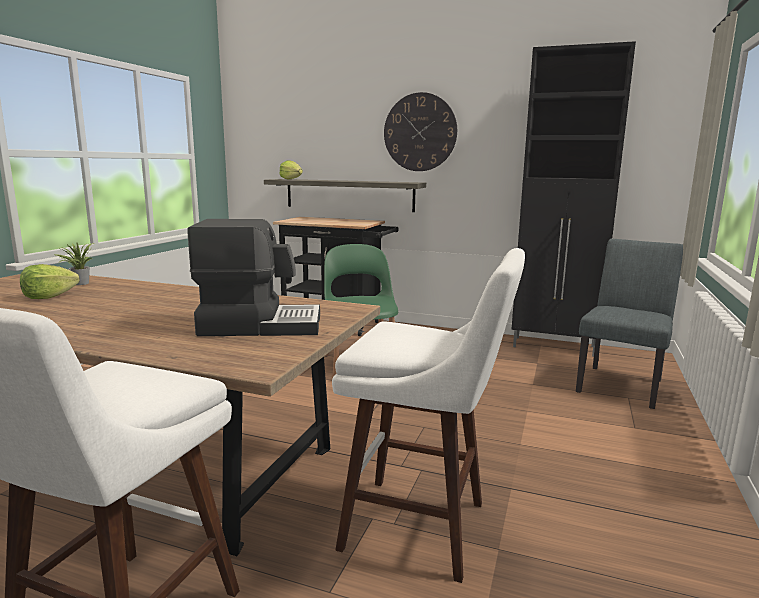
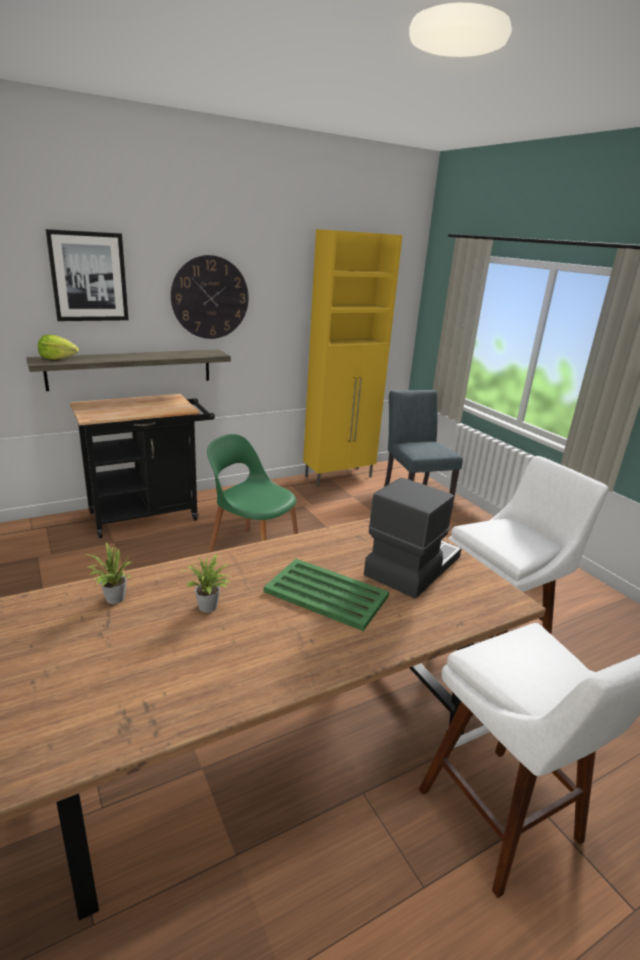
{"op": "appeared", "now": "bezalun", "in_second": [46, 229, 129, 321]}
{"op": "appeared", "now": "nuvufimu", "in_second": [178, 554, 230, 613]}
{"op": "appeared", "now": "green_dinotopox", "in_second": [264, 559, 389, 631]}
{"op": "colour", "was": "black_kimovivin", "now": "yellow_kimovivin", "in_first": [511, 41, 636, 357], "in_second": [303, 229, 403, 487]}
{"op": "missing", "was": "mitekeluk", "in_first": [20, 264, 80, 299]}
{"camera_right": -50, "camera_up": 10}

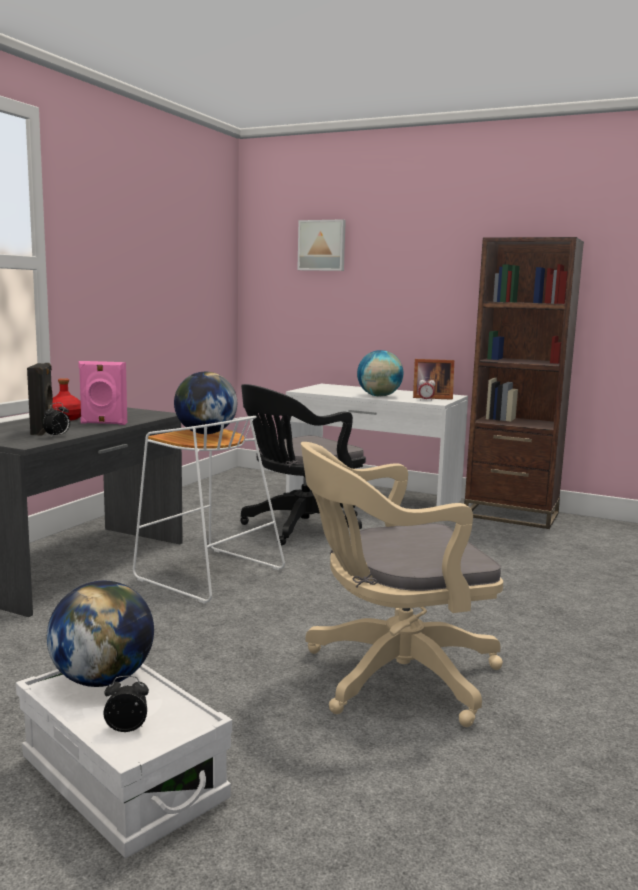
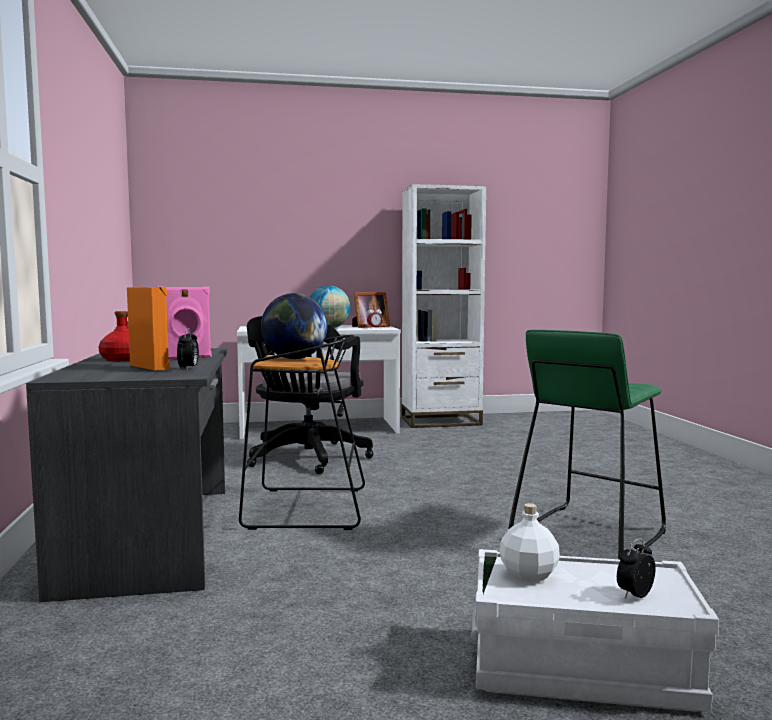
{"op": "colour", "was": "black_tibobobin", "now": "orange_tibobobin", "in_first": [27, 363, 53, 436], "in_second": [127, 287, 170, 370]}
{"op": "colour", "was": "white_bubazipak", "now": "black_bubazipak", "in_first": [133, 416, 285, 604], "in_second": [239, 335, 365, 530]}
{"op": "colour", "was": "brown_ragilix", "now": "white_ragilix", "in_first": [464, 237, 584, 529], "in_second": [402, 184, 486, 428]}
{"op": "exchanged", "was": "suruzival", "now": "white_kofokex", "in_first": [47, 581, 154, 687], "in_second": [499, 503, 560, 583]}
{"op": "exchanged", "was": "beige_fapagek", "now": "green_bubazipak", "in_first": [301, 442, 503, 727], "in_second": [508, 330, 666, 559]}
{"op": "missing", "was": "bezalun", "in_first": [297, 219, 346, 271]}
{"camera_right": -35, "camera_up": -5}

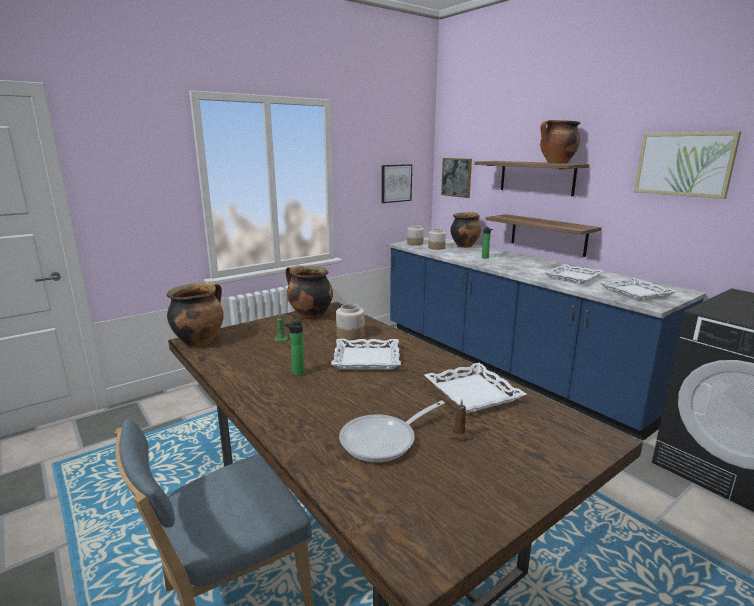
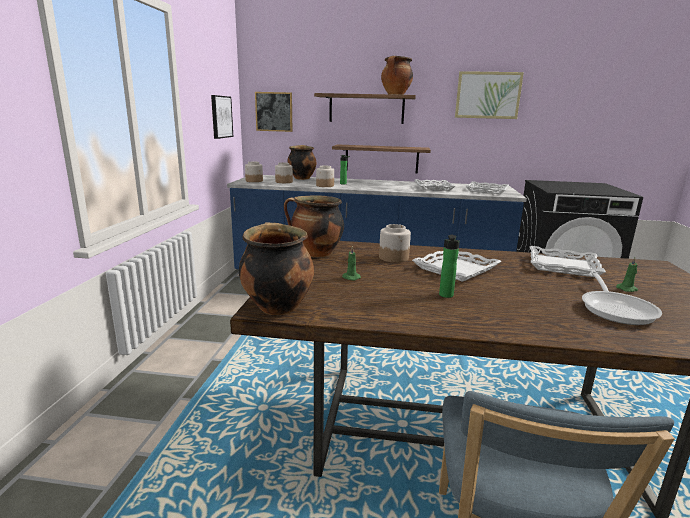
{"op": "appeared", "now": "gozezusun", "in_second": [316, 166, 334, 187]}
{"op": "colour", "was": "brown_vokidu", "now": "green_vokidu", "in_first": [448, 399, 473, 441], "in_second": [616, 257, 638, 292]}
{"camera_right": -45, "camera_up": 0}

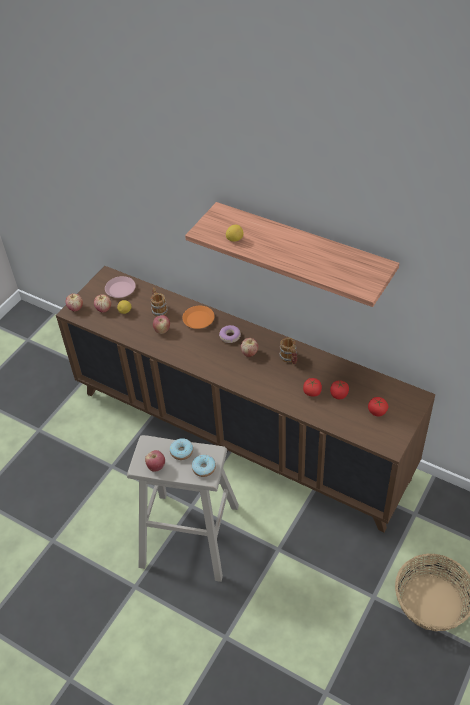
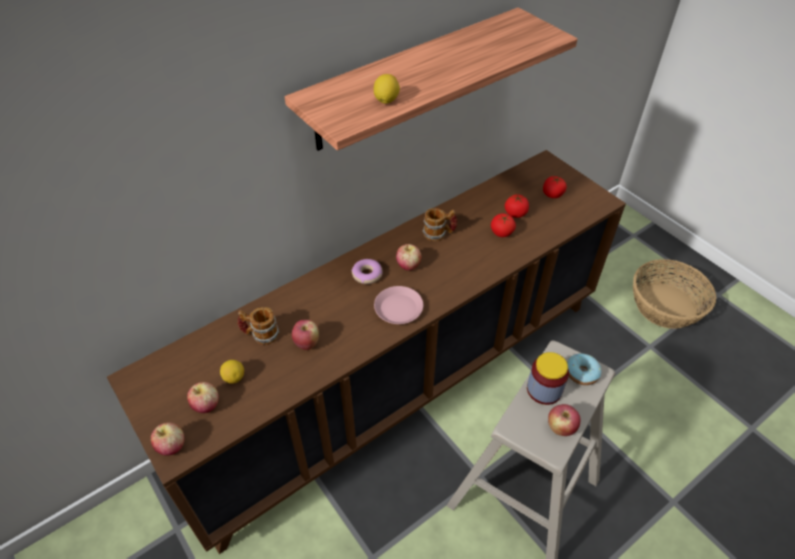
{"op": "relocated", "was": "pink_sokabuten", "in_first": [105, 276, 136, 298], "in_second": [374, 286, 423, 324]}
{"op": "exchanged", "was": "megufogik", "now": "gozezusun", "in_first": [170, 438, 193, 460], "in_second": [527, 352, 569, 405]}
{"op": "missing", "was": "orange_sokabuten", "in_first": [182, 306, 215, 329]}
{"camera_right": -70, "camera_up": 0}

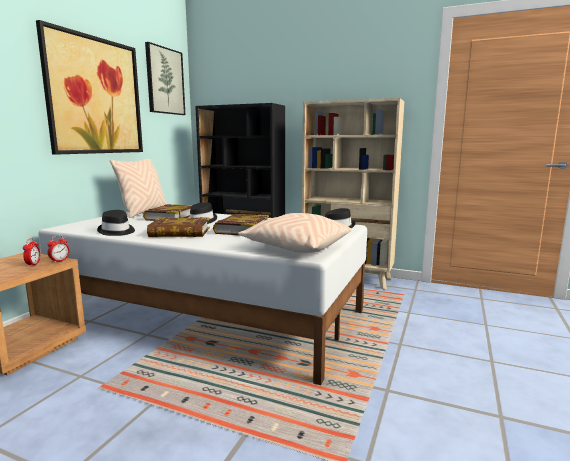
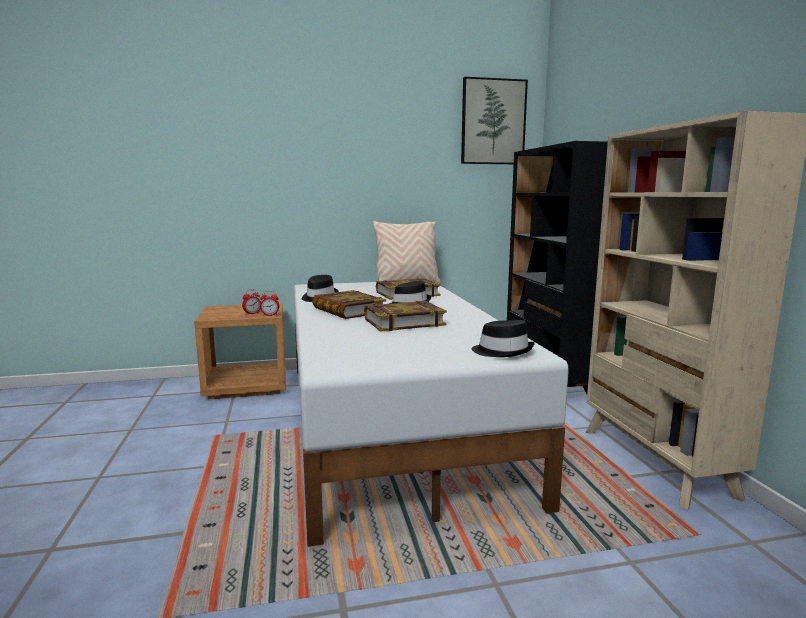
{"op": "missing", "was": "bezalun", "in_first": [36, 20, 143, 155]}
{"op": "missing", "was": "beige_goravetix", "in_first": [238, 213, 352, 253]}
{"camera_right": 55, "camera_up": 0}

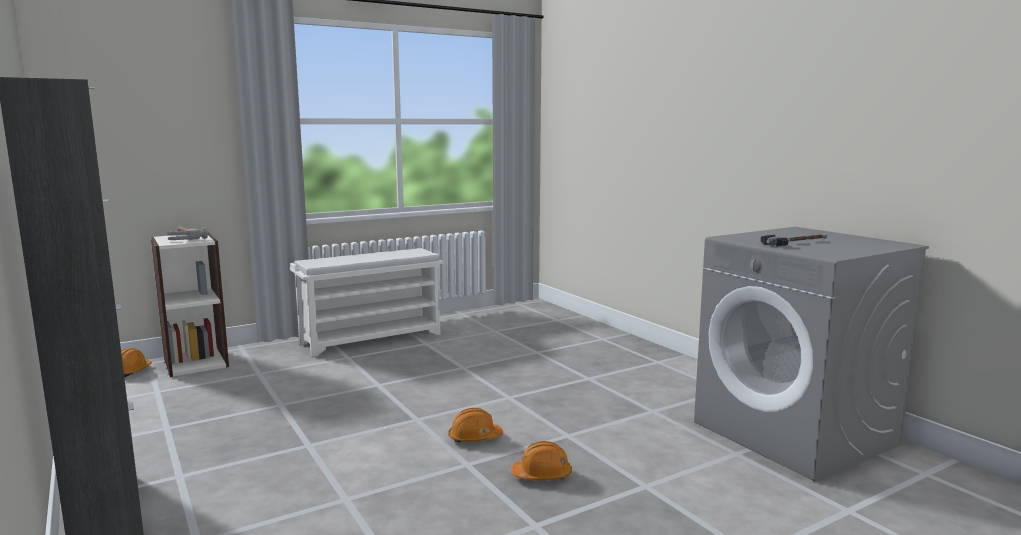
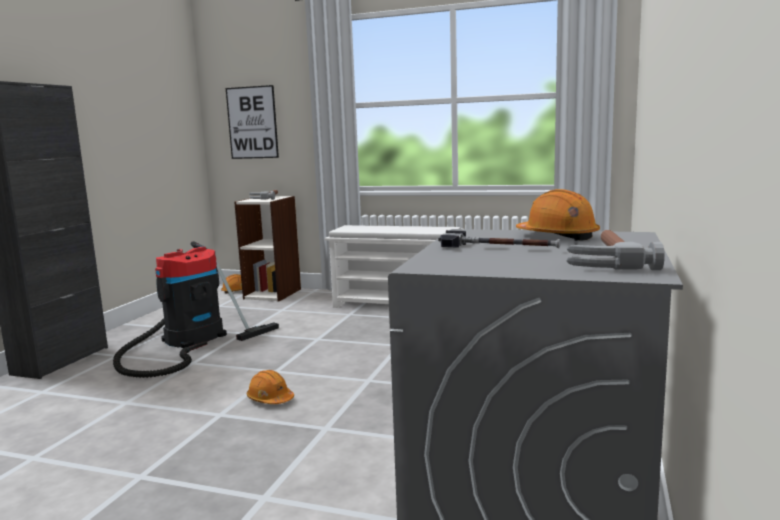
{"op": "appeared", "now": "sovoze", "in_second": [113, 241, 279, 378]}
{"op": "appeared", "now": "bezalun", "in_second": [226, 85, 279, 159]}
{"op": "relocated", "was": "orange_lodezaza", "in_first": [511, 441, 572, 481], "in_second": [516, 189, 600, 241]}
{"op": "appeared", "now": "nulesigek", "in_second": [566, 230, 665, 270]}
{"camera_right": 50, "camera_up": 0}

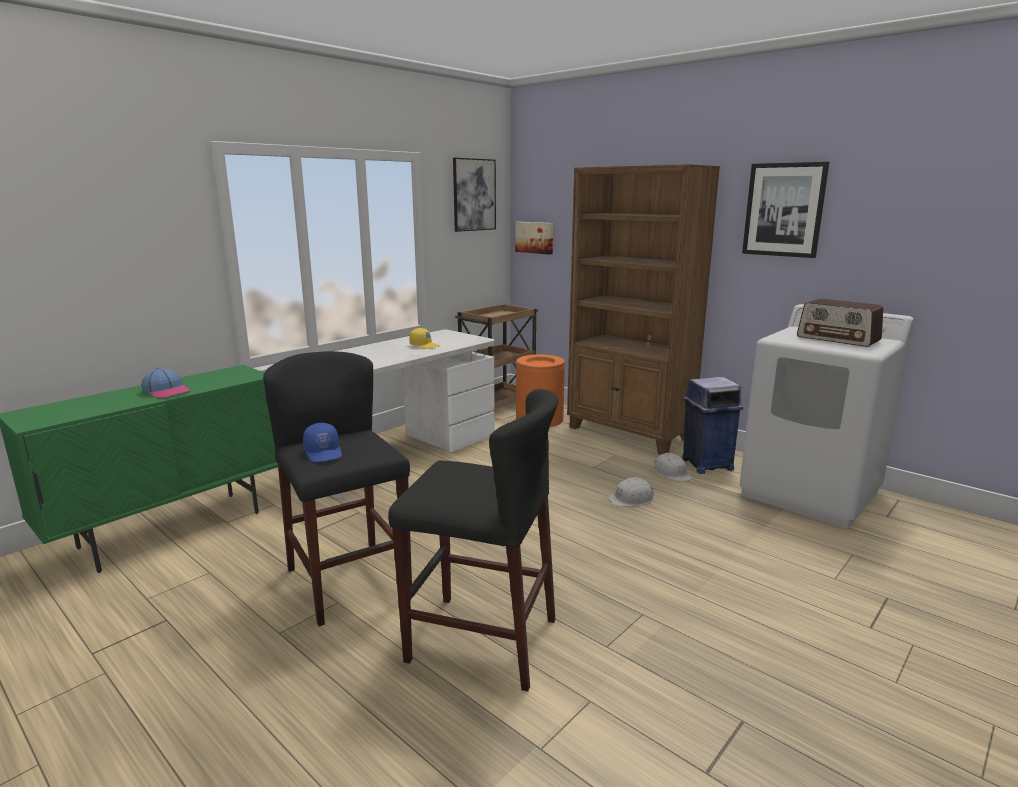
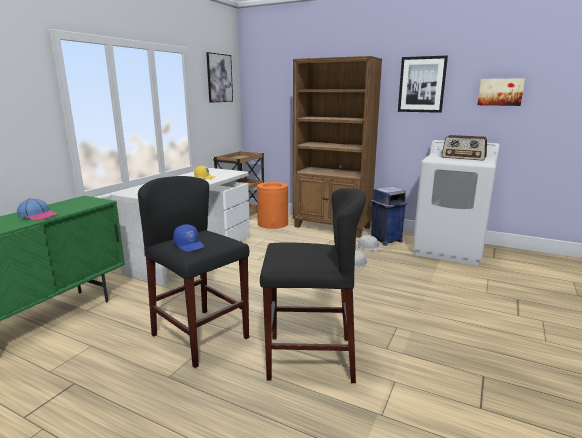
{"op": "relocated", "was": "bezalun", "in_first": [515, 222, 553, 255], "in_second": [478, 78, 525, 106]}
{"camera_right": -15, "camera_up": 0}

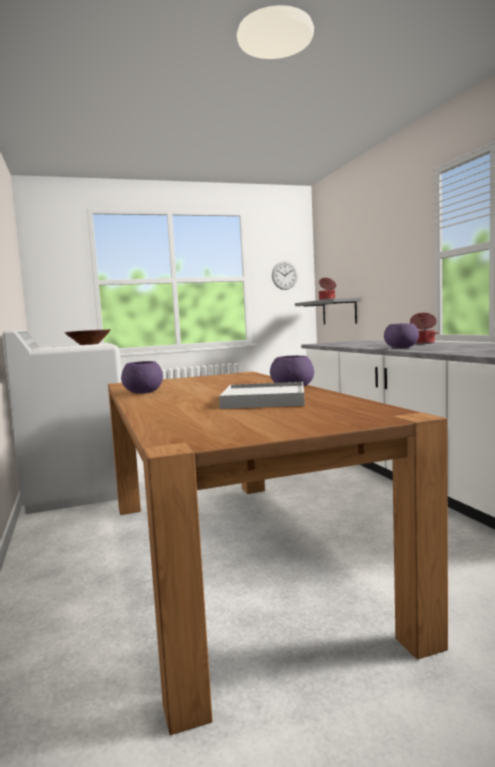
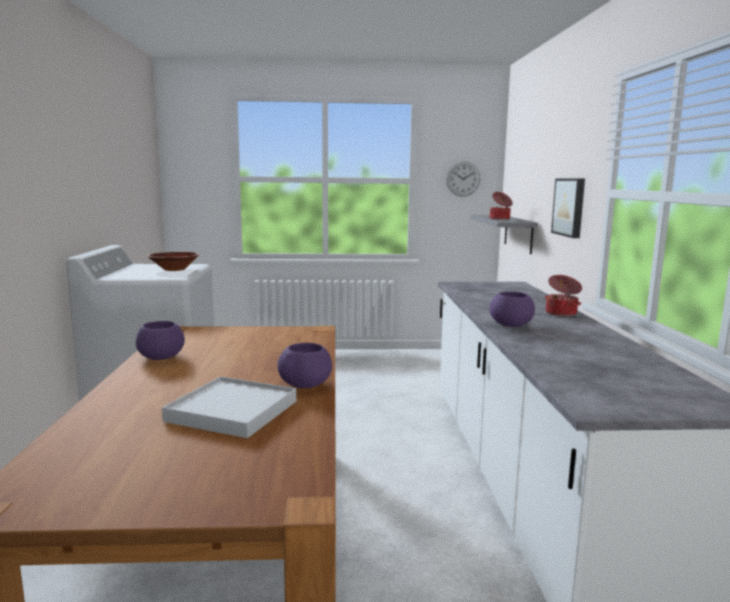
{"op": "appeared", "now": "bezalun", "in_second": [551, 179, 585, 238]}
{"camera_right": 15, "camera_up": 5}

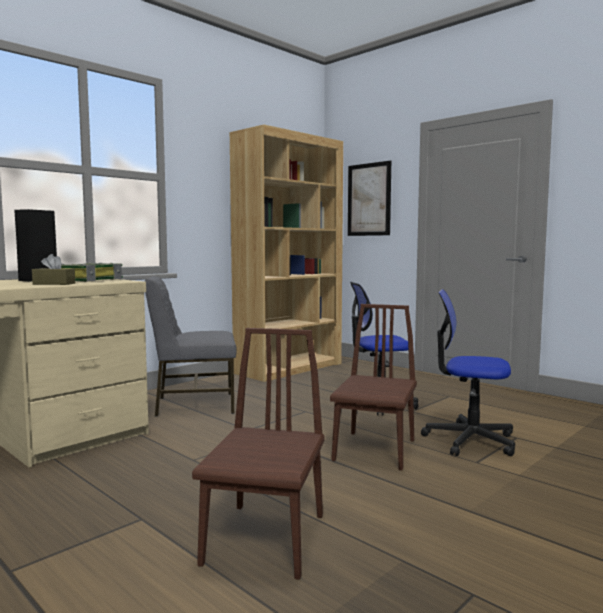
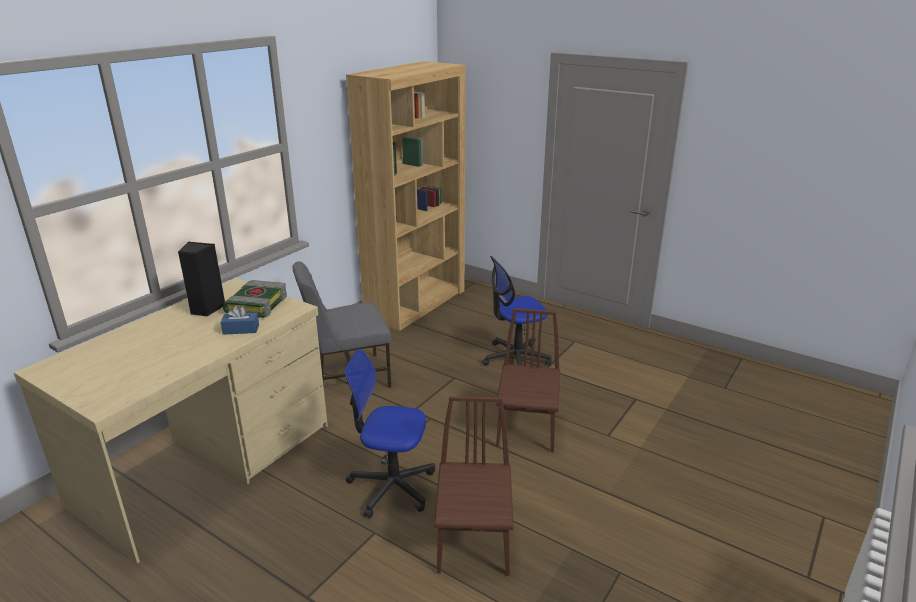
{"op": "colour", "was": "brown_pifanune", "now": "blue_pifanune", "in_first": [32, 254, 75, 285], "in_second": [221, 305, 259, 335]}
{"op": "relocated", "was": "fapagek", "in_first": [421, 289, 515, 456], "in_second": [344, 349, 435, 518]}
{"op": "missing", "was": "bezalun", "in_first": [348, 160, 391, 236]}
{"camera_right": -10, "camera_up": 20}

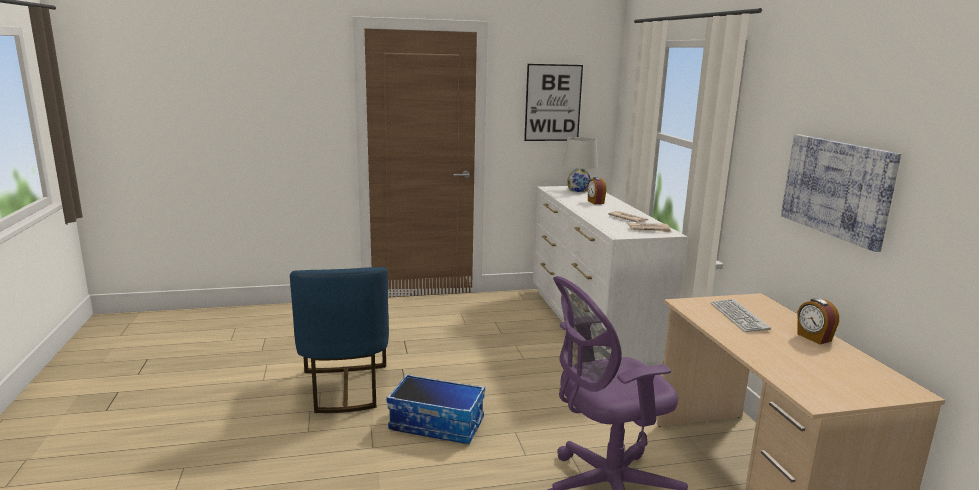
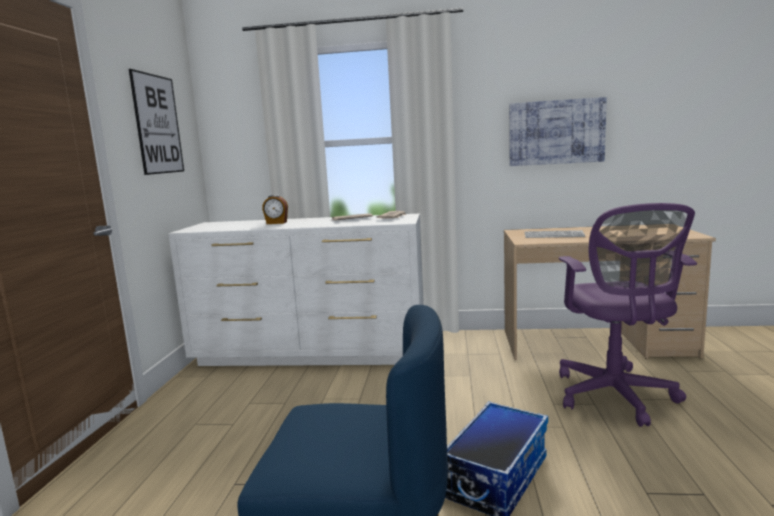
{"op": "missing", "was": "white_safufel", "in_first": [563, 137, 598, 192]}
{"op": "missing", "was": "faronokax", "in_first": [797, 298, 839, 344]}
{"camera_right": -70, "camera_up": -5}

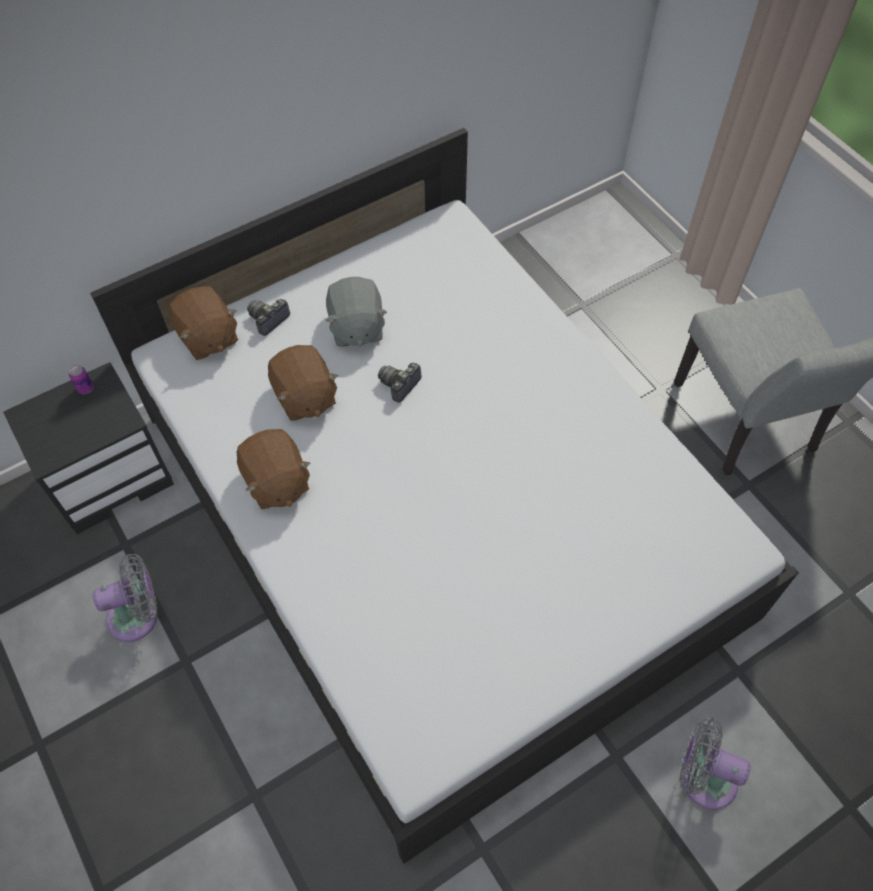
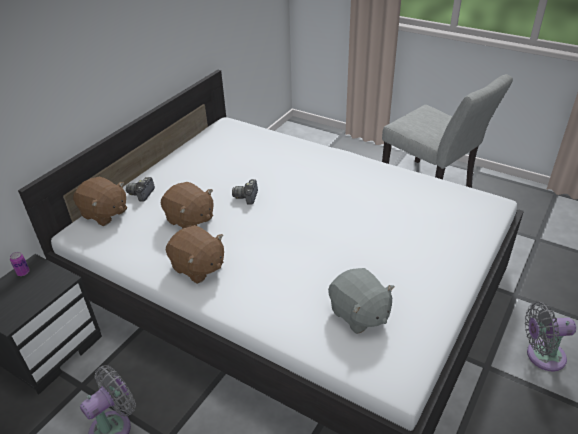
{"op": "relocated", "was": "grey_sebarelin", "in_first": [325, 277, 387, 347], "in_second": [328, 268, 395, 334]}
{"camera_right": -25, "camera_up": -20}

